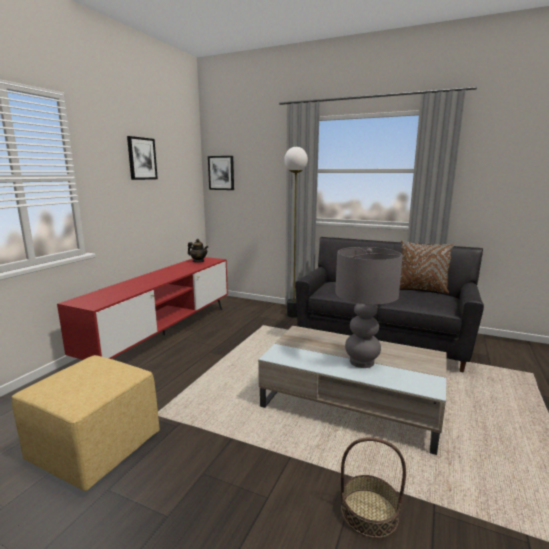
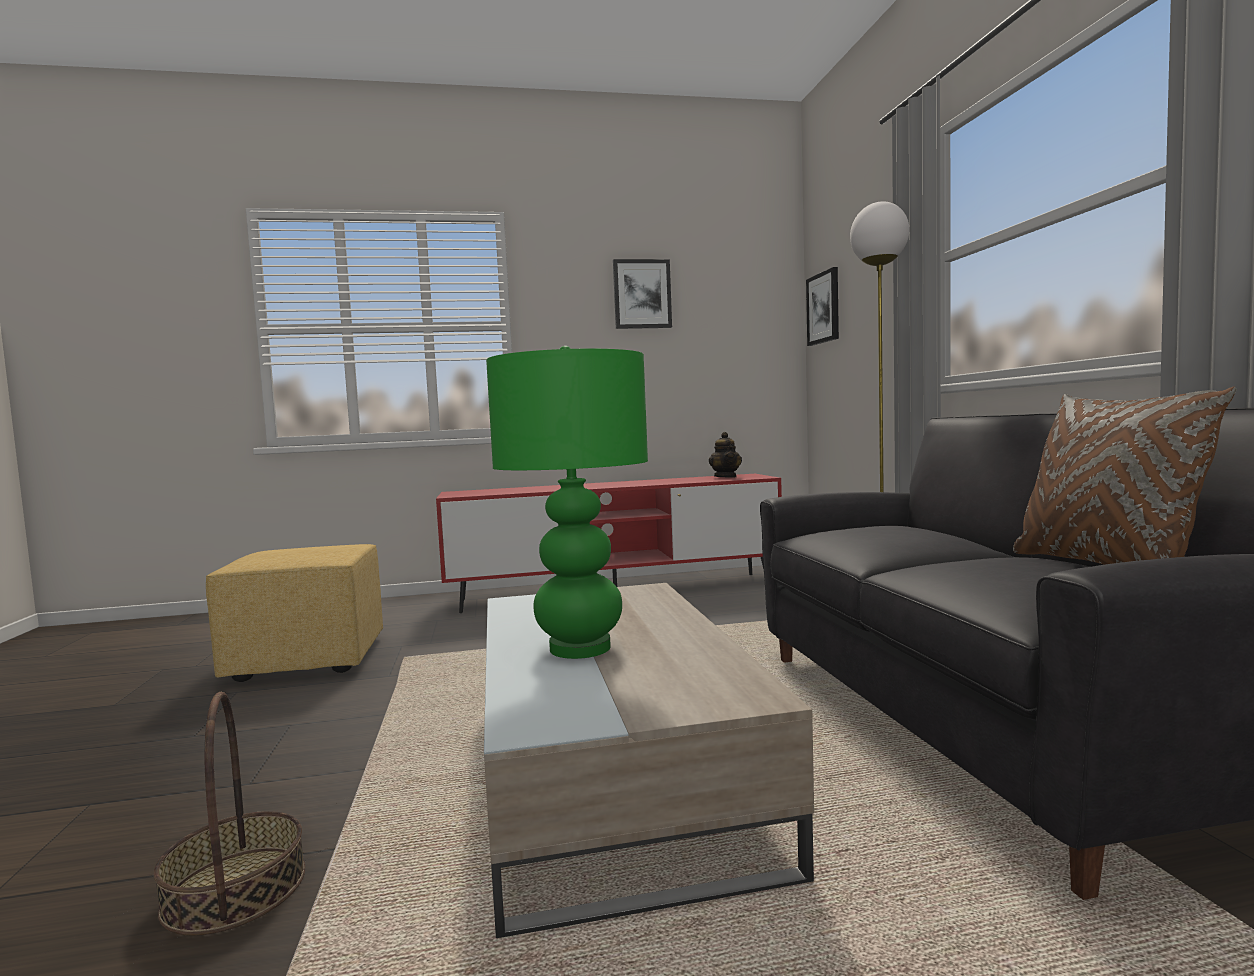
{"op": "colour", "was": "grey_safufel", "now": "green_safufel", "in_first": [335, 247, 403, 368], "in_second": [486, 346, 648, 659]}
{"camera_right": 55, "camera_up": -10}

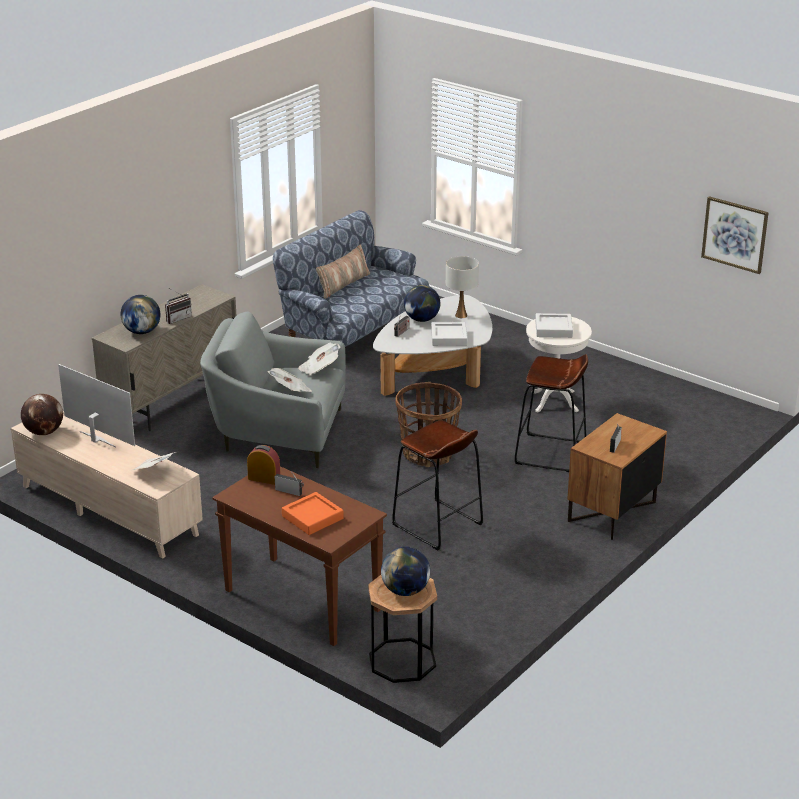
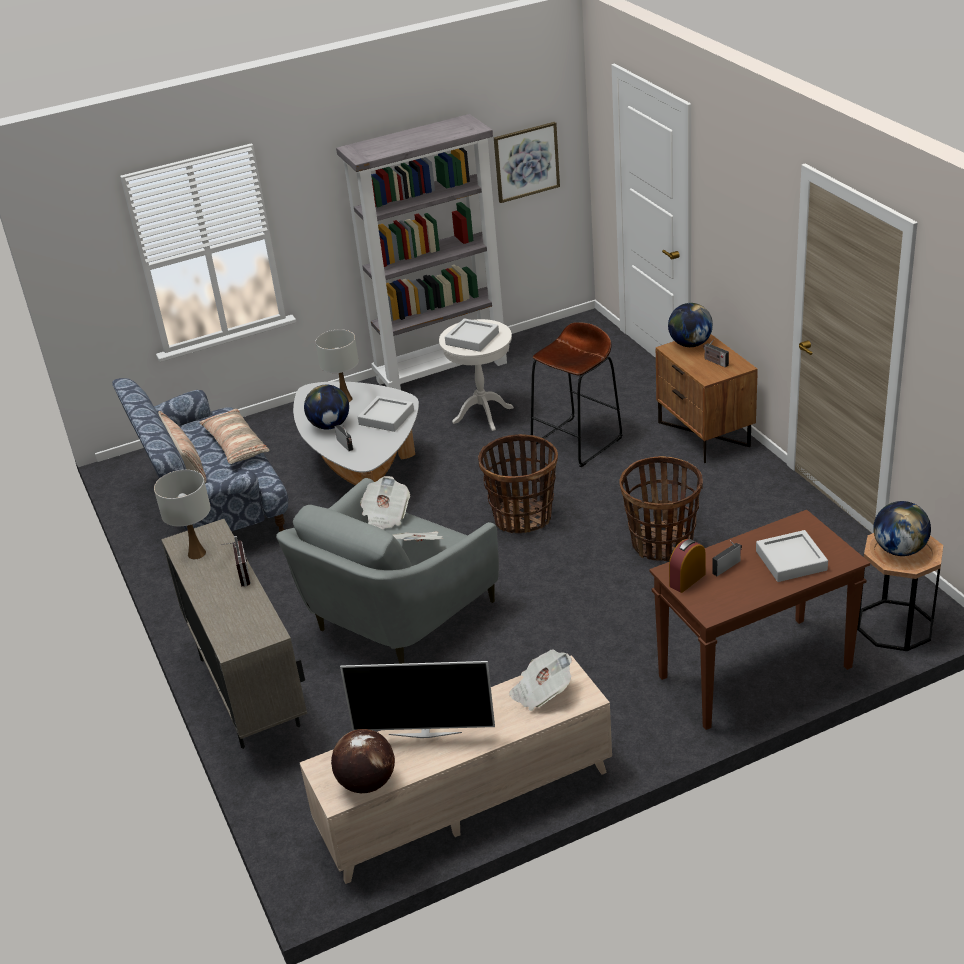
{"op": "appeared", "now": "white_safufel", "in_second": [154, 470, 211, 559]}
{"op": "appeared", "now": "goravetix", "in_second": [200, 409, 269, 464]}
{"op": "appeared", "now": "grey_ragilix", "in_second": [336, 114, 509, 390]}
{"op": "spun", "was": "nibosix", "in_first": [58, 364, 135, 447], "in_second": [340, 661, 495, 738], "clockwise": -150}
{"op": "exchanged", "was": "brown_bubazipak", "now": "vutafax", "in_first": [392, 420, 483, 550], "in_second": [619, 456, 703, 561]}
{"op": "relocated", "was": "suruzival", "in_first": [121, 295, 160, 334], "in_second": [668, 303, 713, 347]}
{"op": "colour", "was": "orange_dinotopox", "now": "grey_dinotopox", "in_first": [282, 492, 344, 535], "in_second": [756, 530, 828, 582]}
{"camera_right": -60, "camera_up": 5}

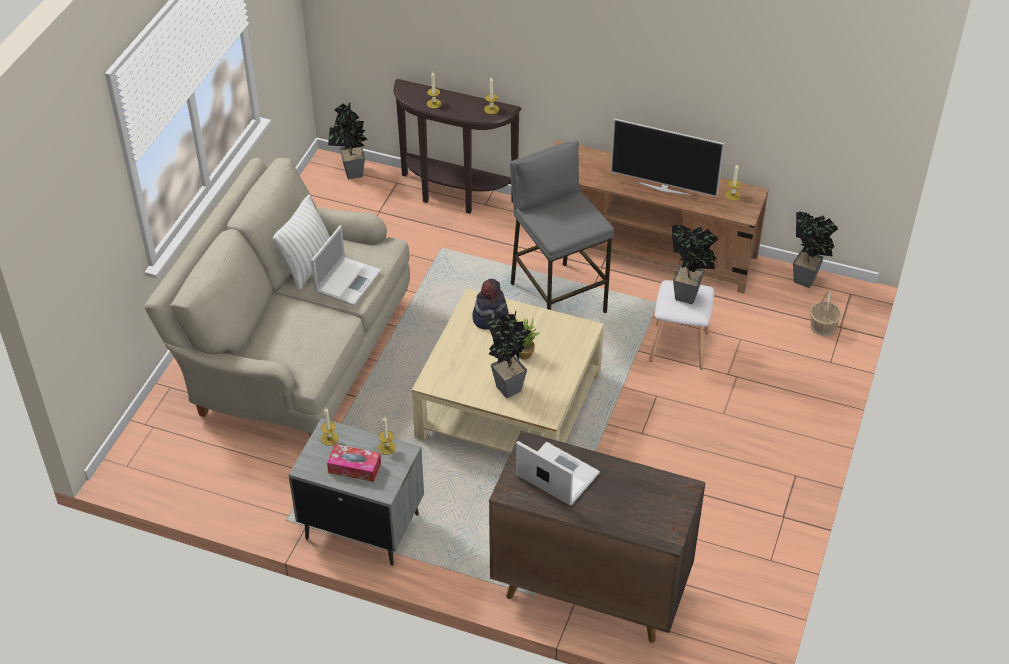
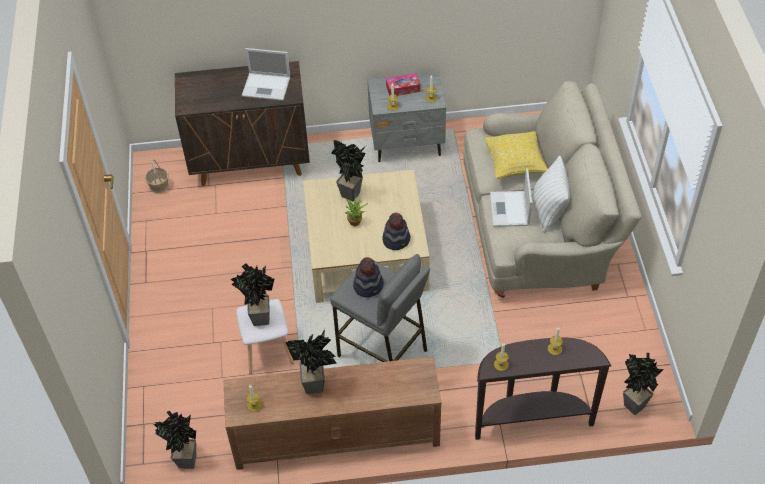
{"op": "relocated", "was": "vutafax", "in_first": [810, 291, 842, 336], "in_second": [145, 159, 169, 194]}
{"op": "exchanged", "was": "nibosix", "now": "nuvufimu", "in_first": [610, 119, 724, 197], "in_second": [285, 329, 337, 394]}
{"op": "appeared", "now": "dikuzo", "in_second": [353, 257, 384, 298]}
{"op": "appeared", "now": "yellow_goravetix", "in_second": [485, 131, 548, 179]}
{"camera_right": 155, "camera_up": 5}

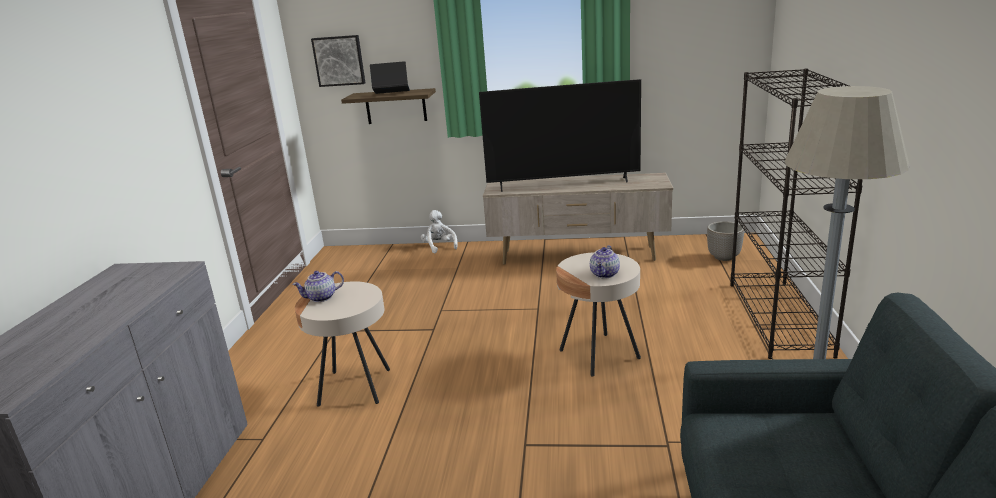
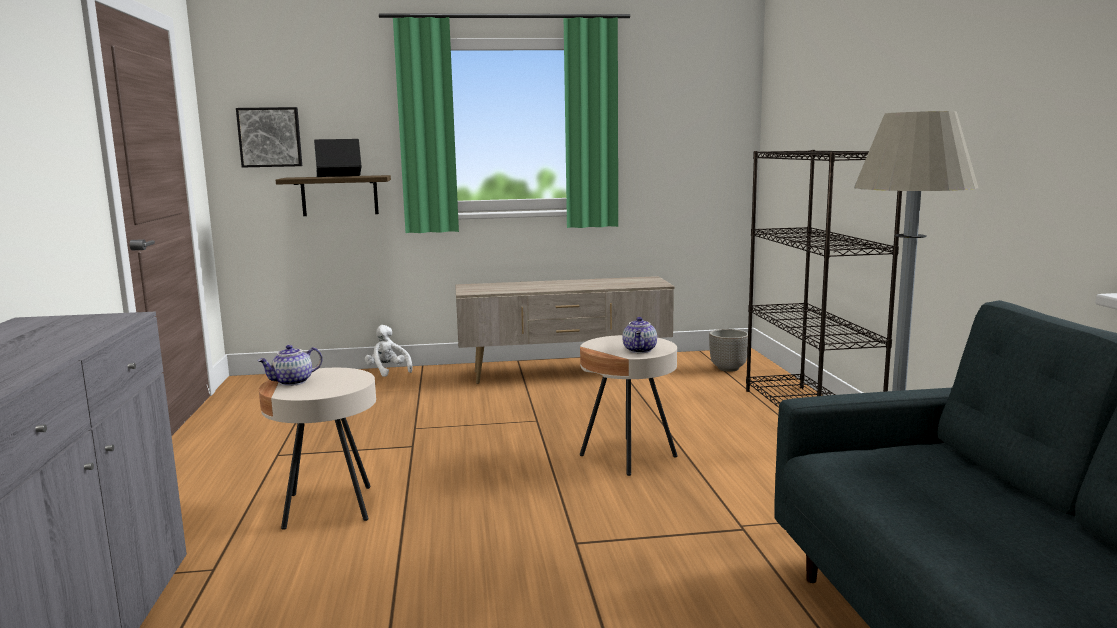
{"op": "missing", "was": "nibosix", "in_first": [479, 79, 641, 192]}
{"camera_right": -15, "camera_up": -10}

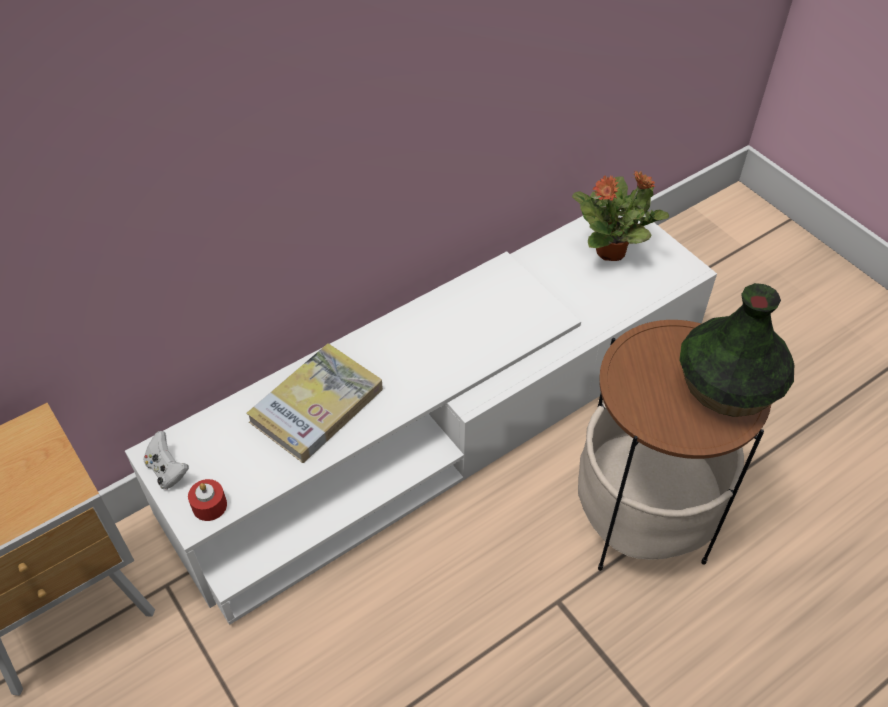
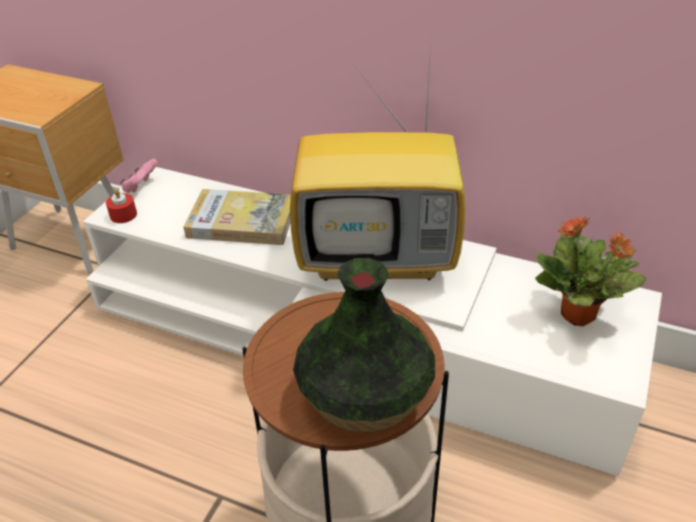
{"op": "colour", "was": "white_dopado", "now": "pink_dopado", "in_first": [144, 431, 189, 490], "in_second": [121, 159, 158, 193]}
{"op": "appeared", "now": "nibosix", "in_second": [290, 44, 466, 281]}
{"camera_right": 60, "camera_up": -10}

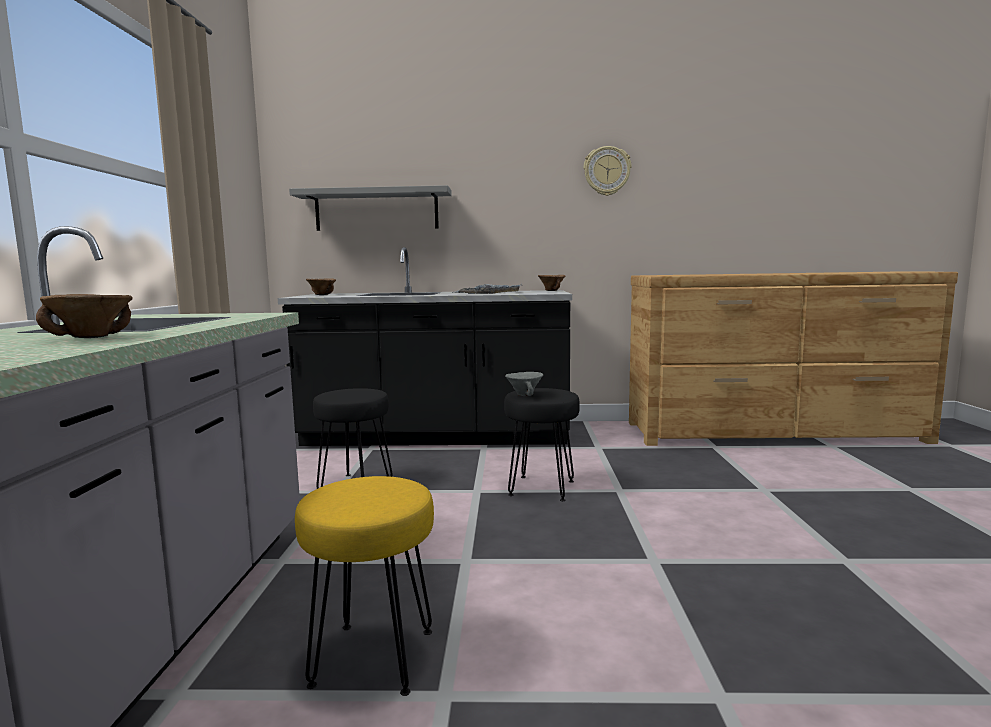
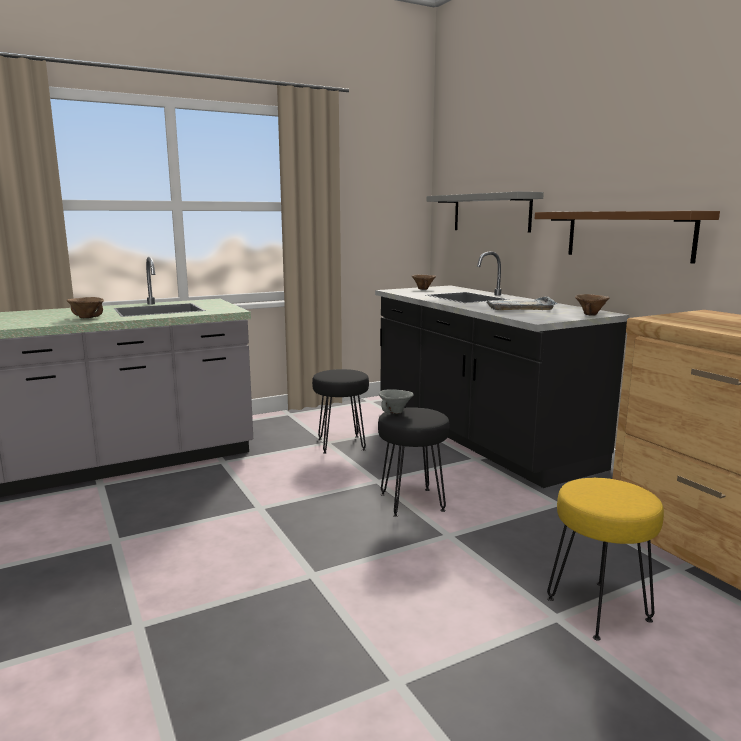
{"op": "appeared", "now": "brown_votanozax", "in_second": [535, 211, 720, 264]}
{"op": "relocated", "was": "yellow_bubazipak", "in_first": [295, 476, 434, 696], "in_second": [547, 478, 664, 640]}
{"op": "missing", "was": "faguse", "in_first": [584, 146, 632, 196]}
{"camera_right": 60, "camera_up": 5}

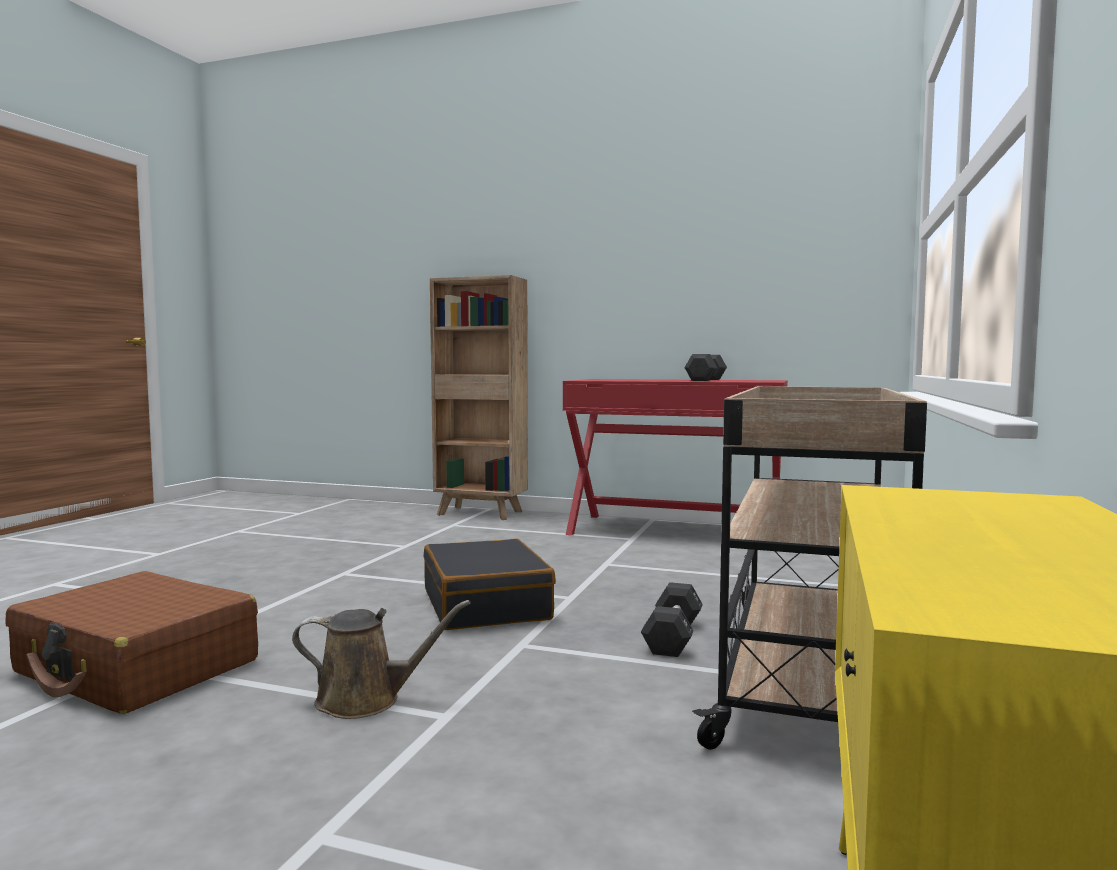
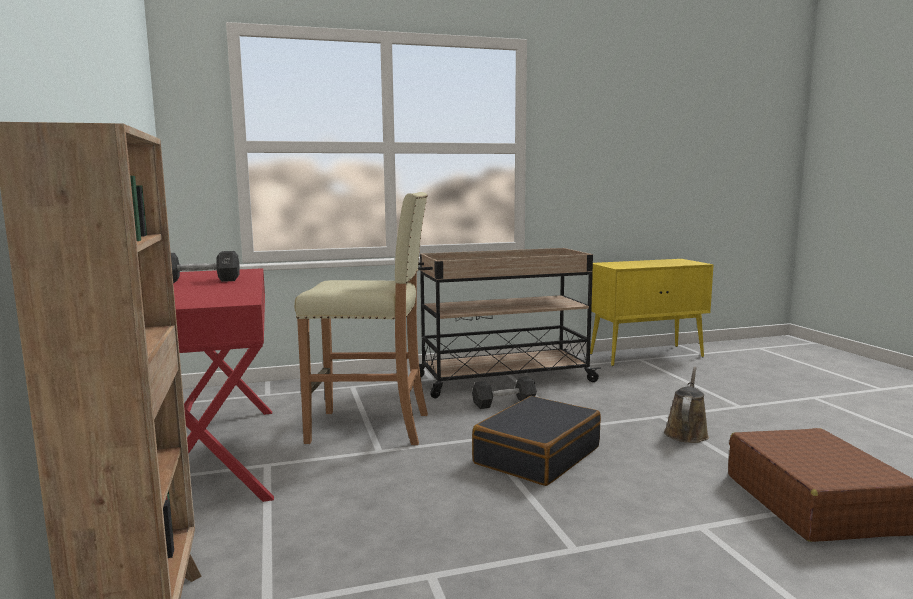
{"op": "appeared", "now": "beige_bubazipak", "in_second": [294, 192, 428, 445]}
{"op": "spun", "was": "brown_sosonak", "in_first": [292, 600, 470, 719], "in_second": [664, 367, 709, 443], "clockwise": 60}
{"camera_right": -125, "camera_up": 5}

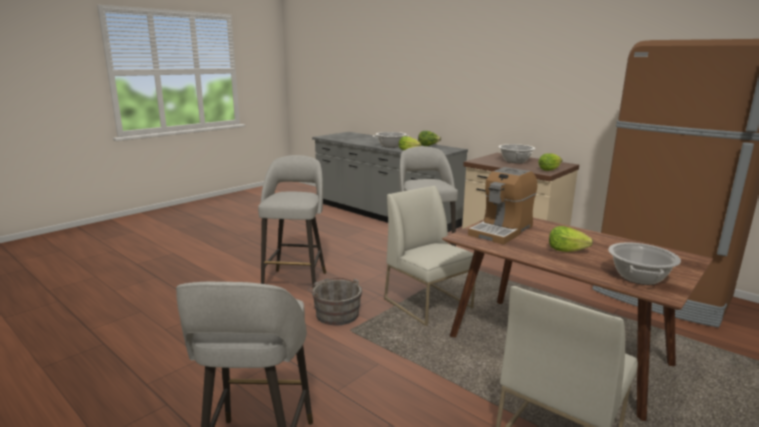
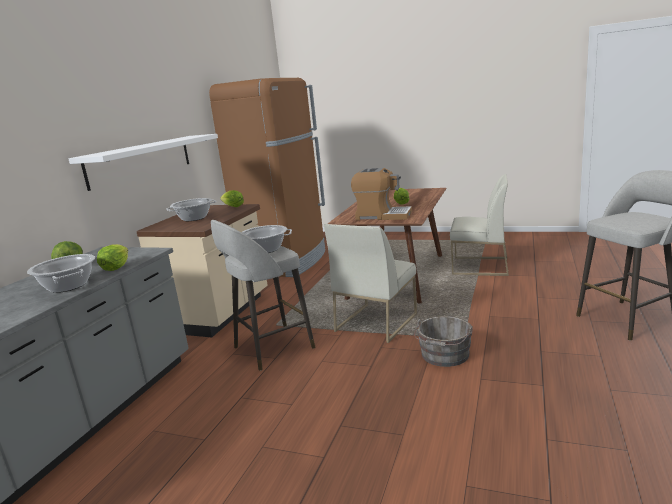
{"op": "appeared", "now": "white_votanozax", "in_second": [68, 134, 218, 191]}
{"op": "relocated", "was": "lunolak", "in_first": [608, 242, 681, 285], "in_second": [242, 225, 292, 253]}
{"op": "missing", "was": "grey_bubazipak", "in_first": [258, 155, 326, 288]}
{"camera_right": -110, "camera_up": 0}

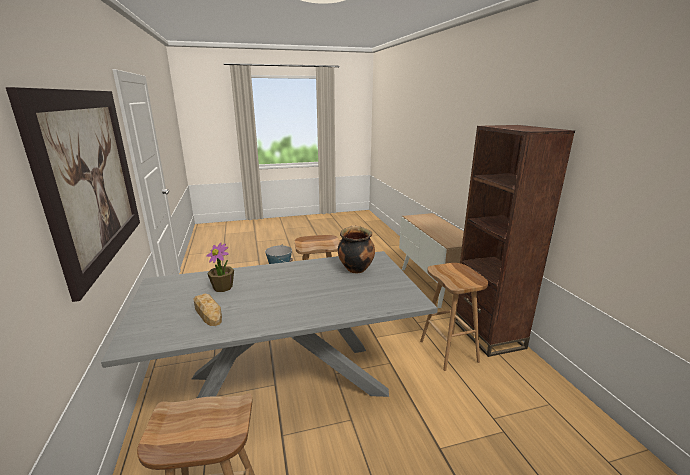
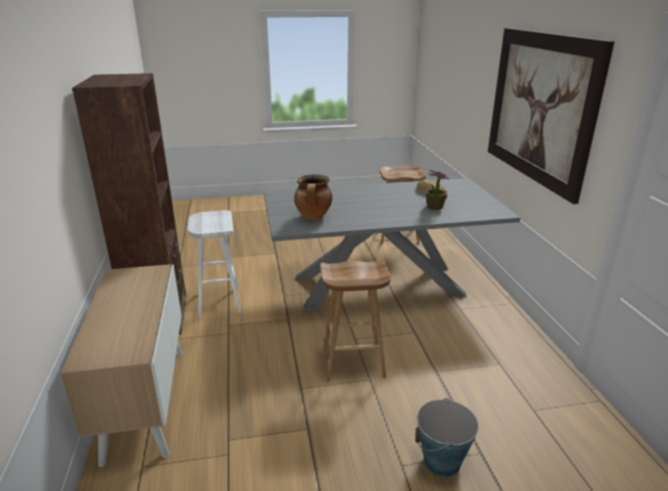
{"op": "colour", "was": "brown_bubazipak", "now": "white_bubazipak", "in_first": [420, 263, 488, 371], "in_second": [188, 210, 241, 318]}
{"camera_right": -175, "camera_up": 5}

